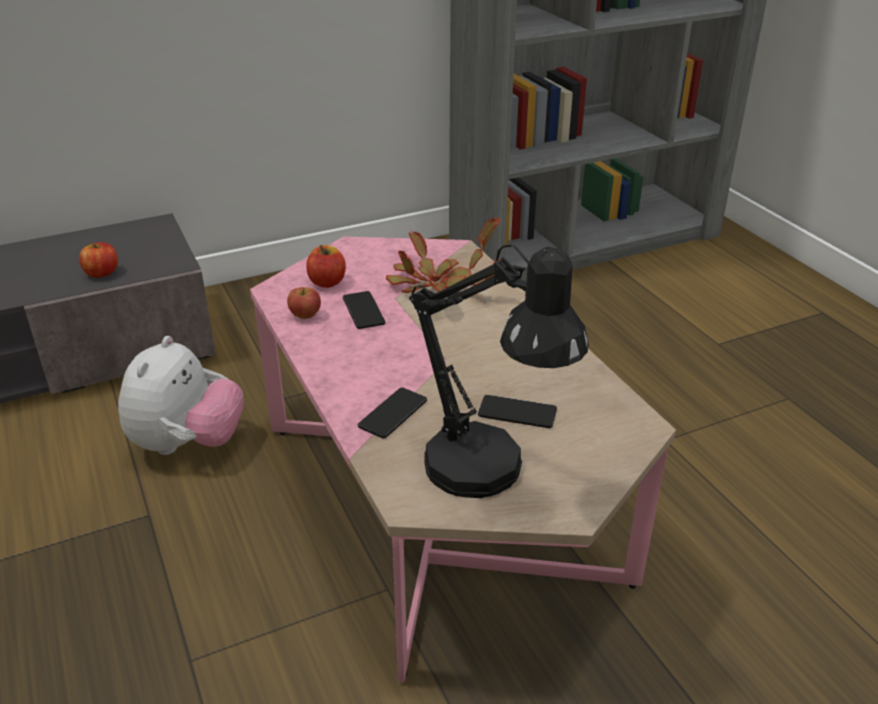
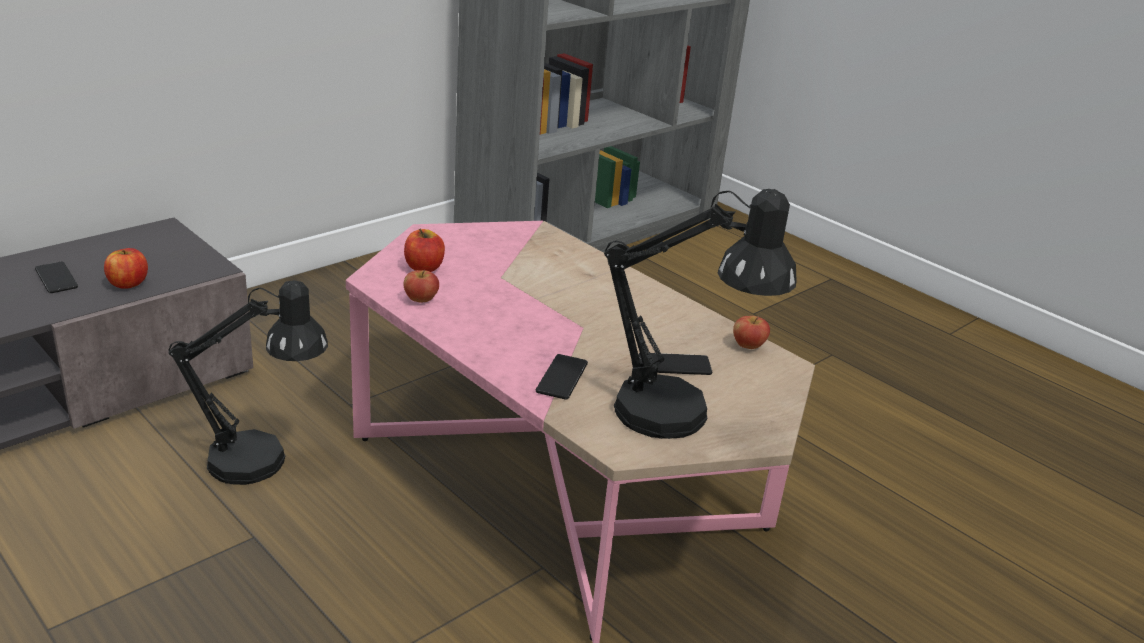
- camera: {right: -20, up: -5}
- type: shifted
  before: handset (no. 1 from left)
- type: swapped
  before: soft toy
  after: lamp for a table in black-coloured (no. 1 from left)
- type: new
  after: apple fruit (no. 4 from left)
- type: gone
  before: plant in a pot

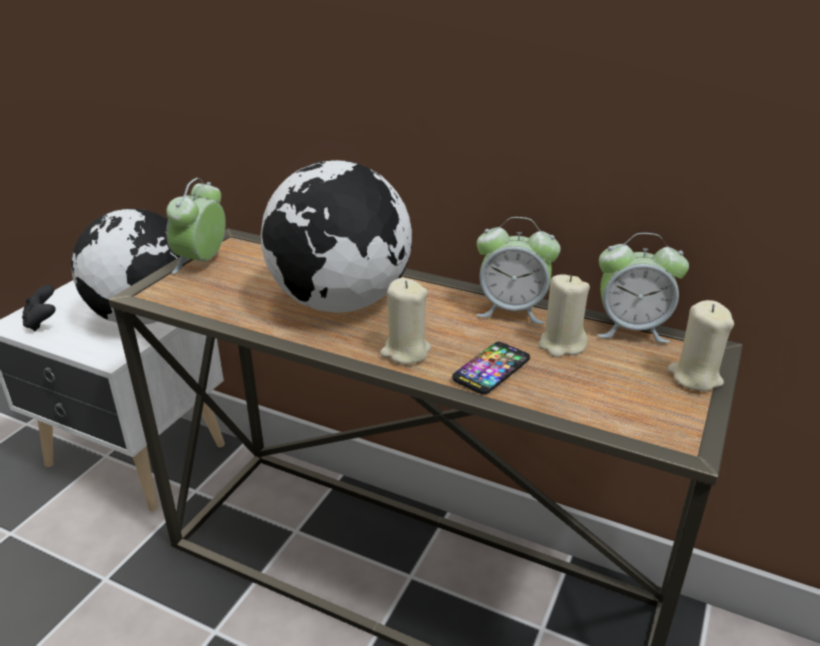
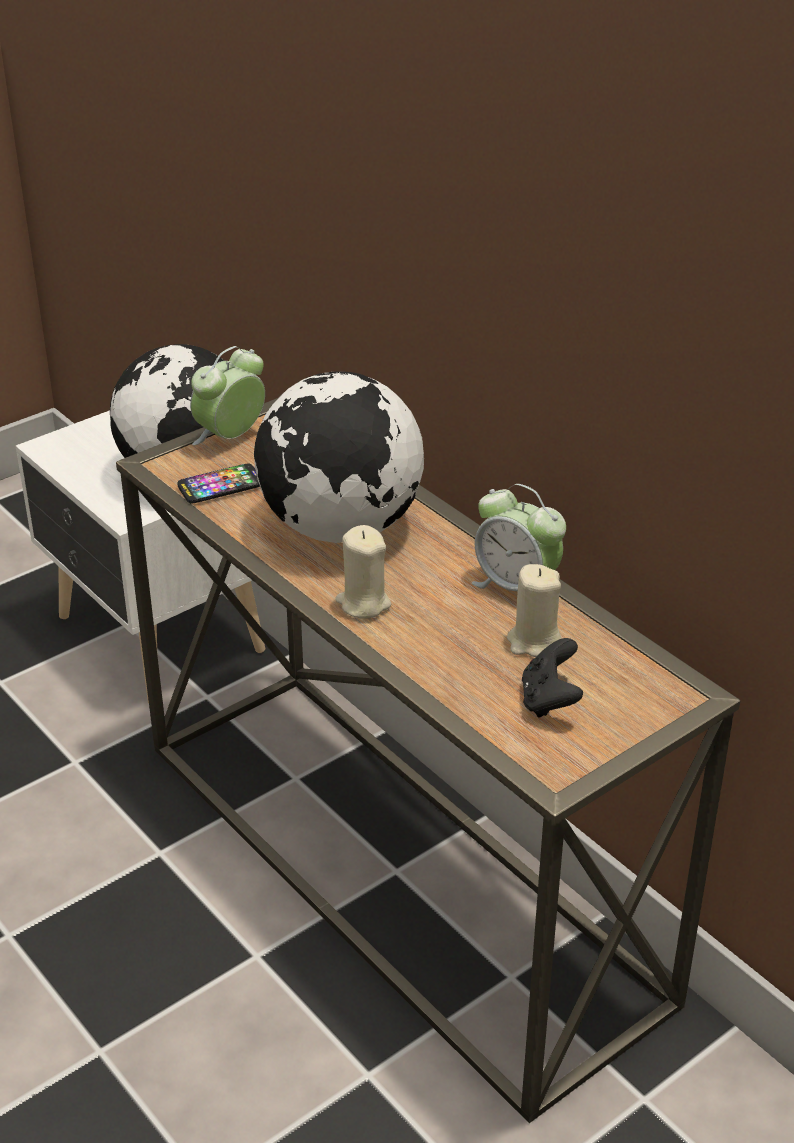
- camera: {right: 25, up: 5}
- type: shifted
  before: handset
- type: shifted
  before: game controller in black-coloured
- type: gone
  before: table clock (no. 3 from left)
- type: gone
  before: candle in beige (no. 3 from left)

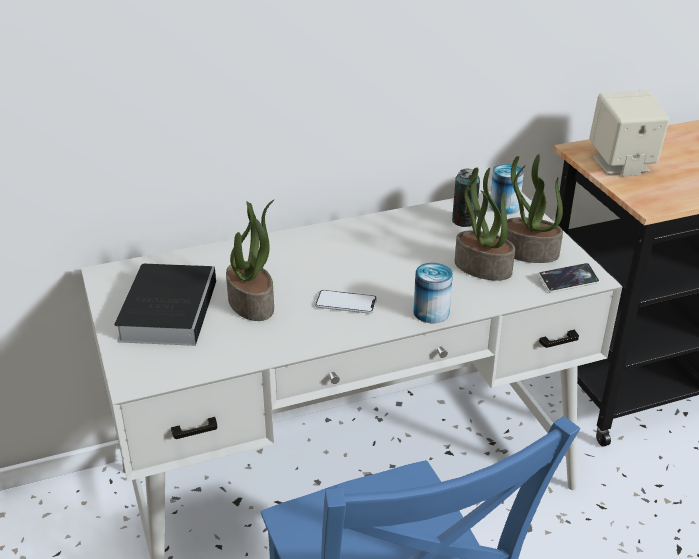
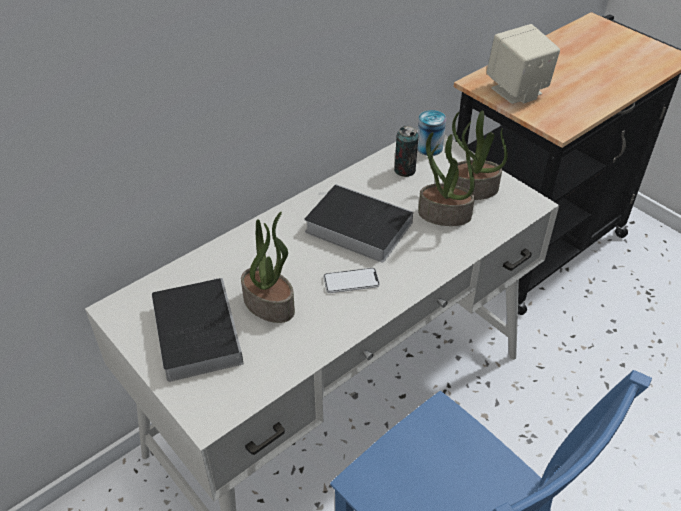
- camera: {right: -20, up: 10}
- type: new
  after: bound book (no. 2 from left)
- type: gone
  before: can (no. 1 from left)
- type: gone
  before: handset (no. 2 from left)

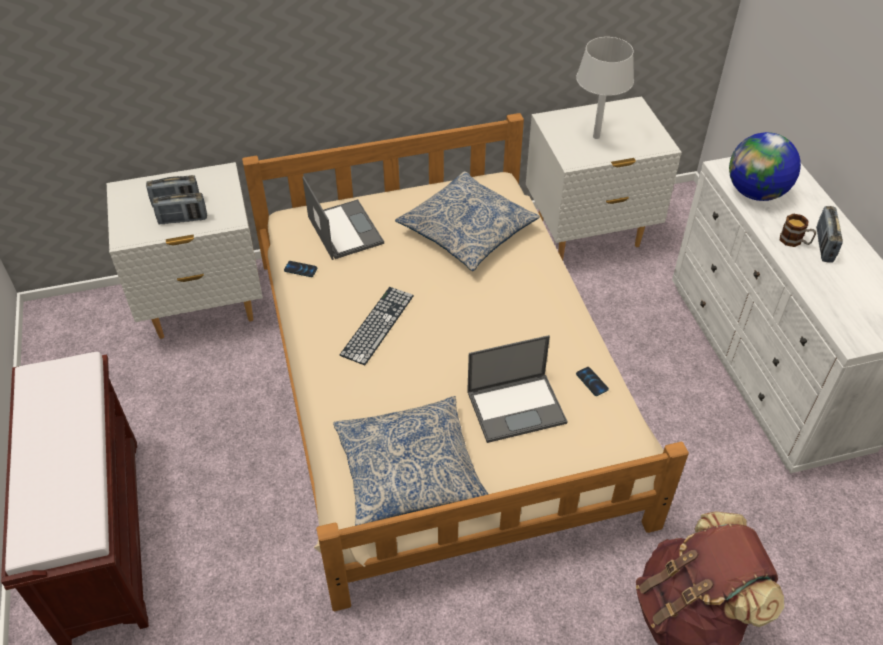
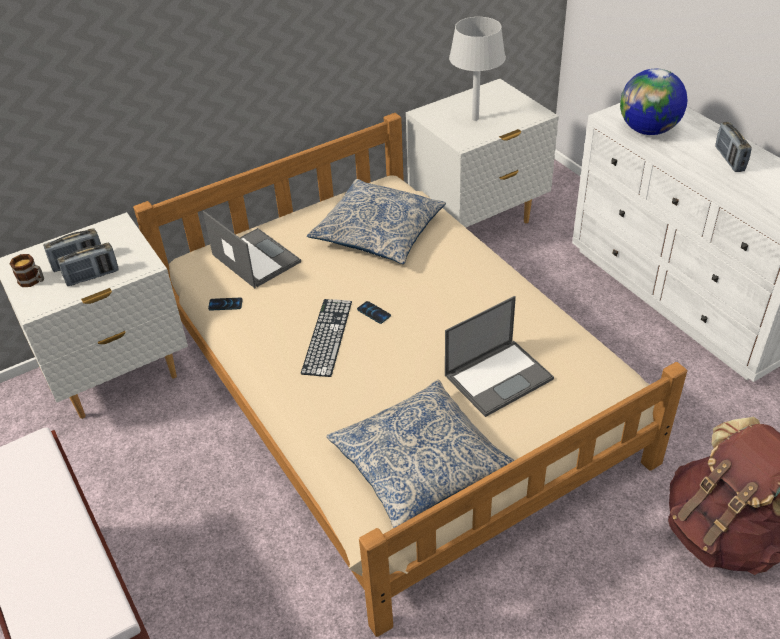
- camera: {right: -15, up: -5}
- type: shifted
  before: coffee mug
- type: shifted
  before: handset (no. 2 from left)

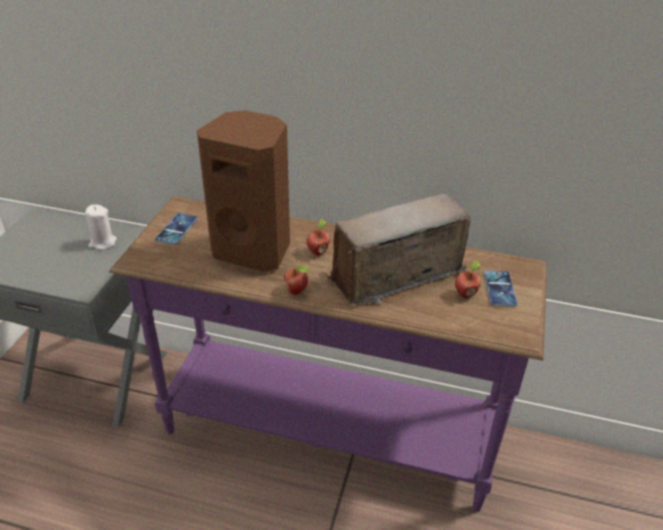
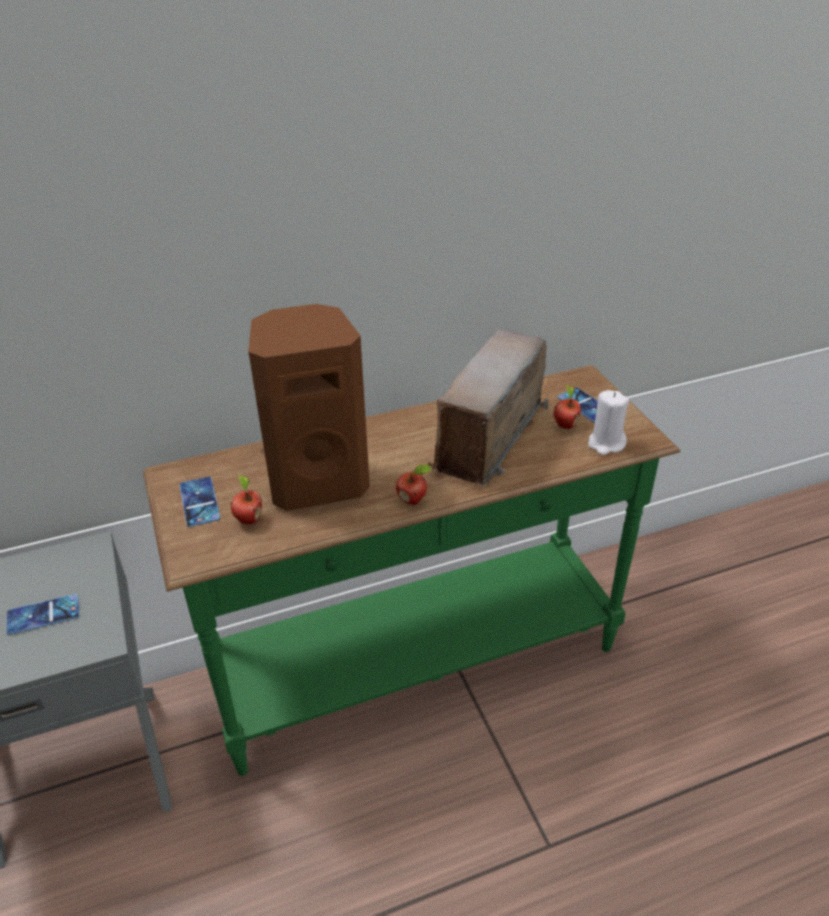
- camera: {right: -35, up: 0}
- type: new
  after: handset (no. 1 from left)
- type: repainted
  before: narrow table in purplish
  after: narrow table in green
- type: shifted
  before: apple fruit (no. 2 from left in the first image)
  after: apple fruit (no. 1 from left)
- type: shifted
  before: candle in white

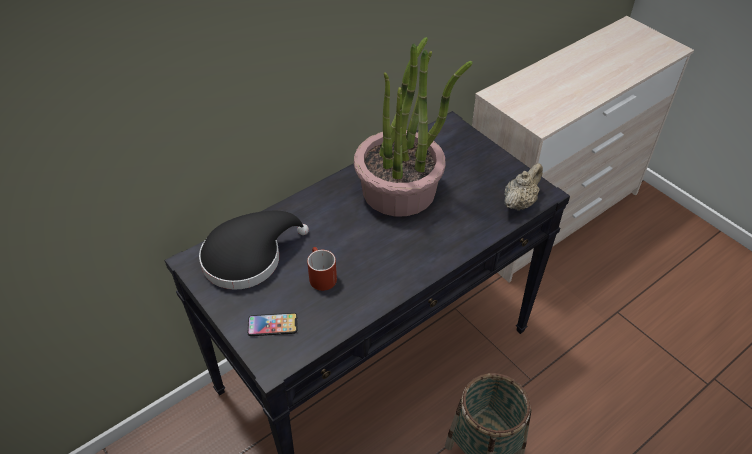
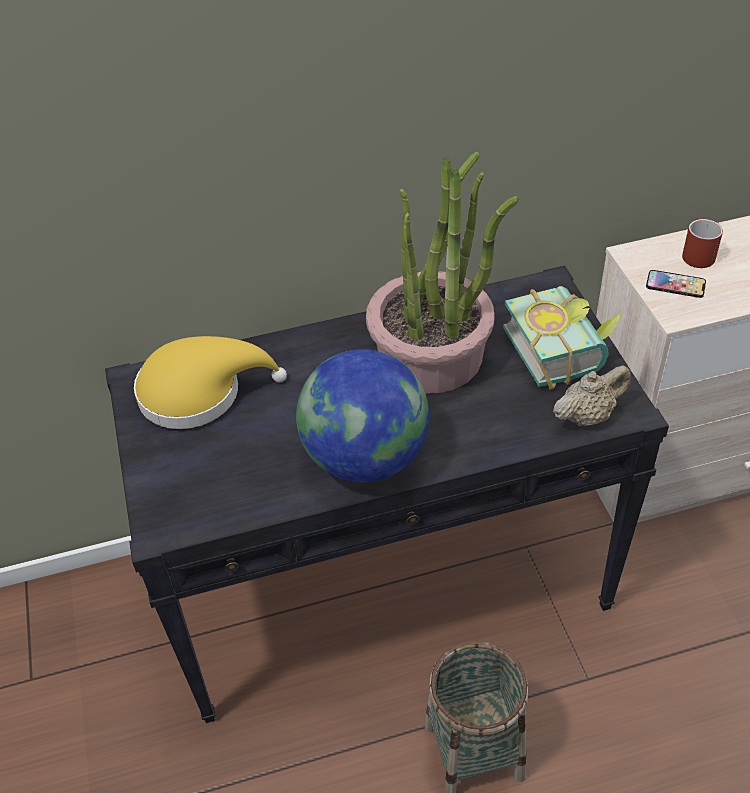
- camera: {right: 25, up: 0}
- type: repainted
  before: clothing hat in black-coloured
  after: clothing hat in yellow-coloured
- type: new
  after: desk globe
- type: new
  after: bound book
- type: shifted
  before: handset
- type: shifted
  before: coffee mug in red-coloured

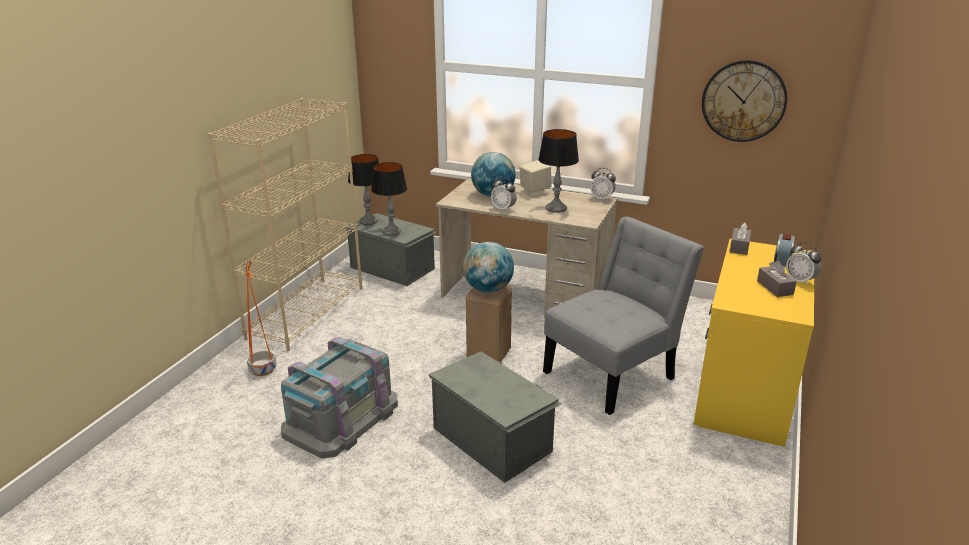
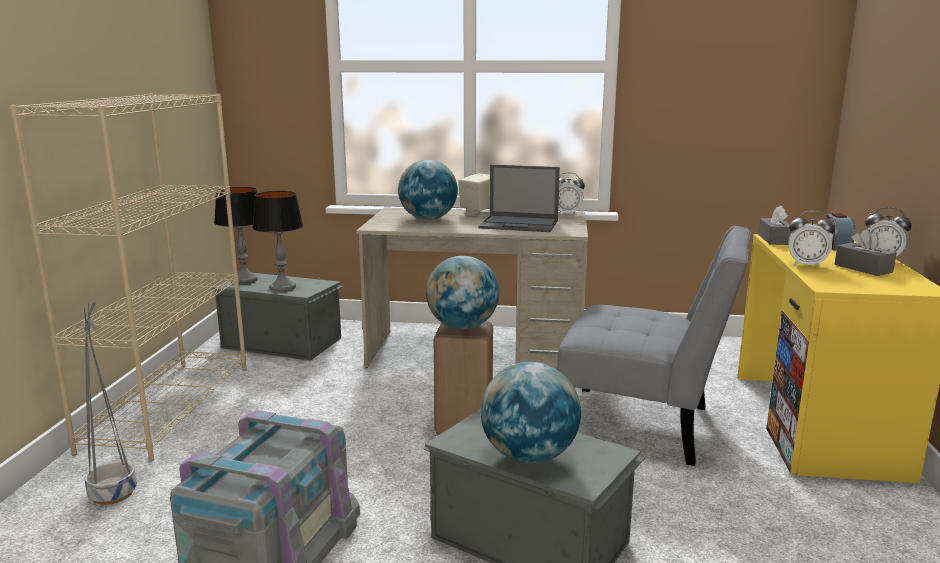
- camera: {right: -15, up: -10}
- type: repainted
  before: flower pot in orangey
  after: flower pot in gray
- type: swapped
  before: lamp for a table (no. 3 from left)
  after: notebook computer
- type: new
  after: desk globe (no. 3 from left)
- type: rotated
  before: upright chair in gray
  turn: 75
- type: shifted
  before: table clock (no. 1 from left in the first image)
  after: table clock (no. 2 from left)
- type: gone
  before: wall clock

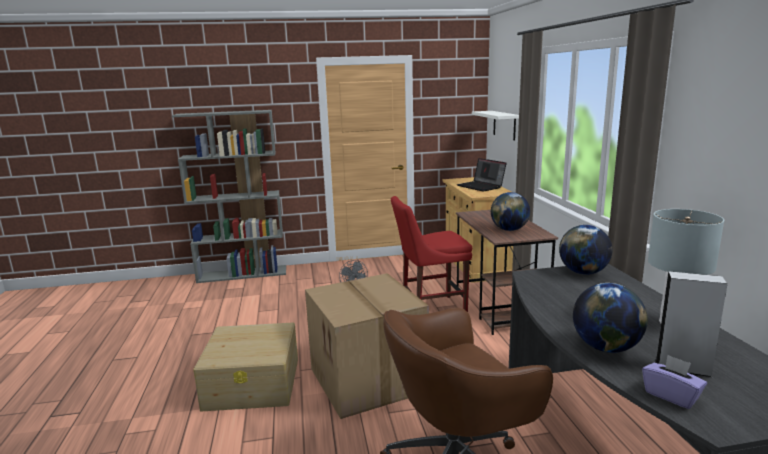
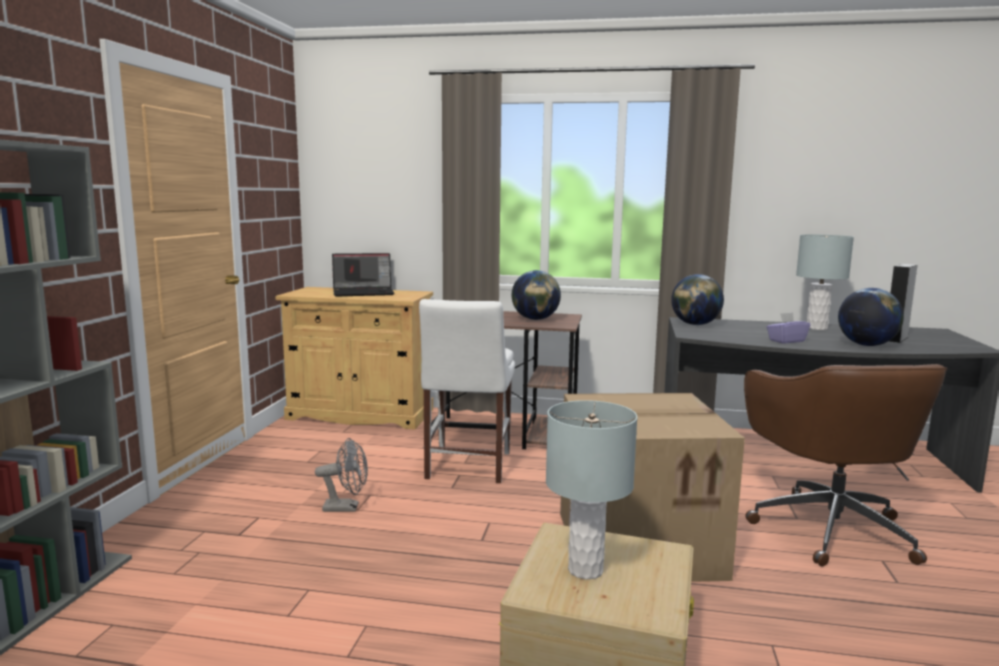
- camera: {right: -70, up: -5}
- type: repainted
  before: upright chair in red-coloured
  after: upright chair in white
- type: new
  after: lamp for a table in gray (no. 1 from left)
- type: shifted
  before: box of tissues in purplish
- type: gone
  before: wall shelf in white

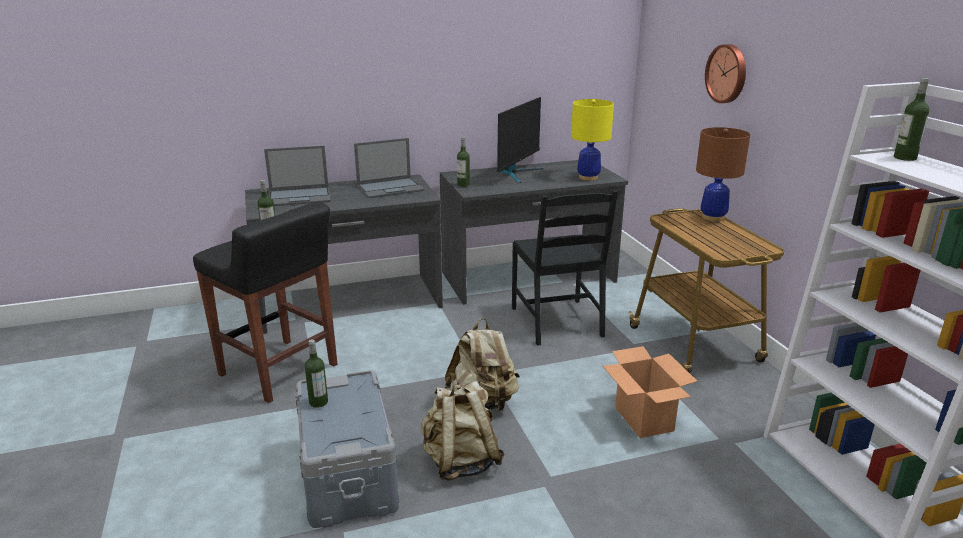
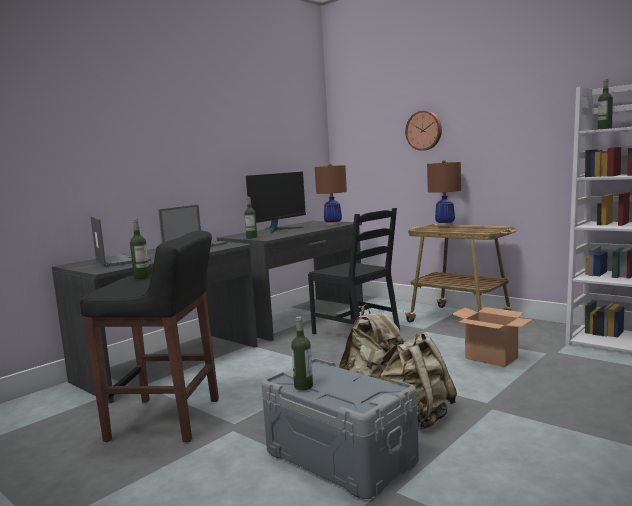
- camera: {right: -30, up: -15}
- type: rotated
  before: notebook computer (no. 1 from left)
  turn: -75
- type: rotated
  before: computer display
  turn: 45
- type: repainted
  before: lamp for a table in yellow-coloured
  after: lamp for a table in brown (no. 1 from left)

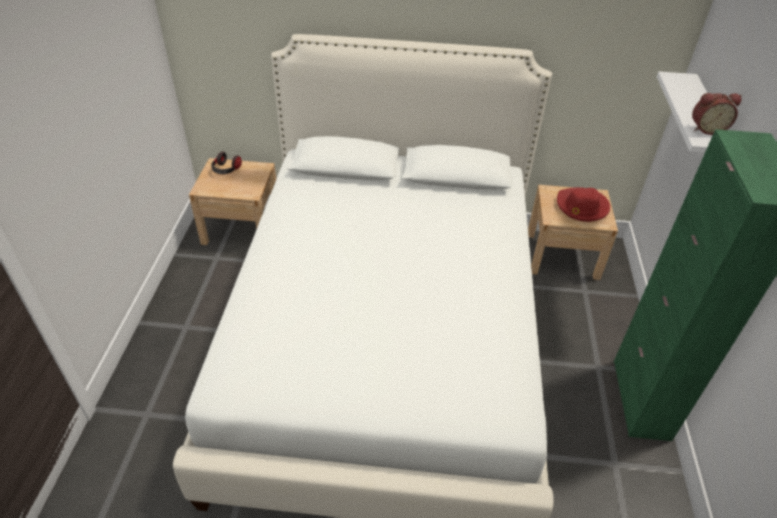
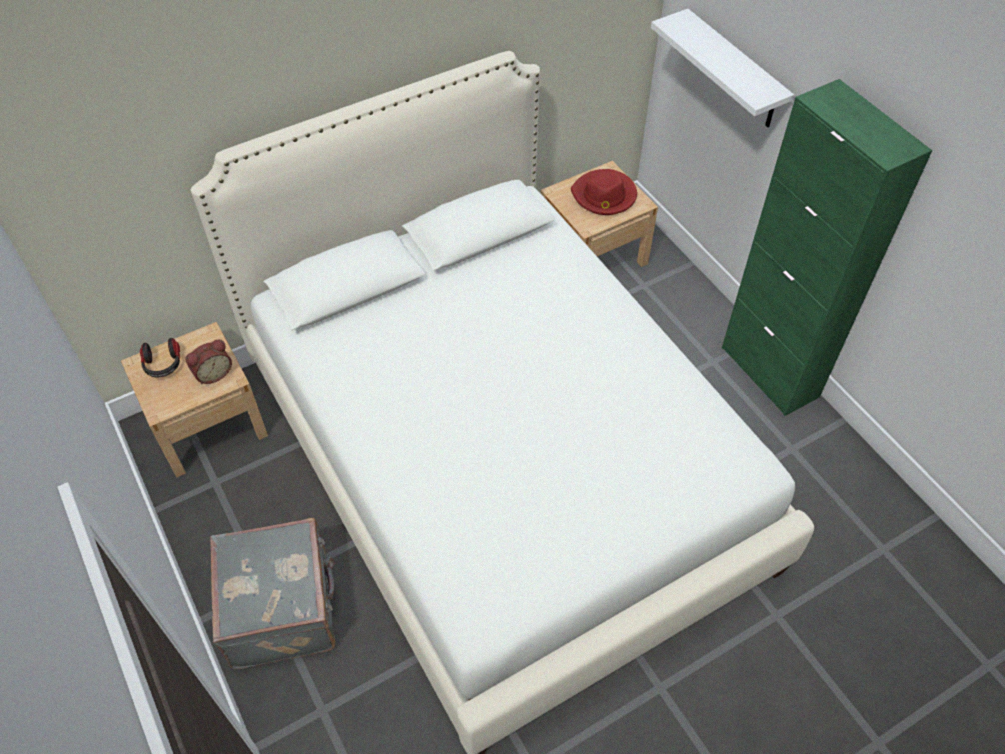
- camera: {right: -35, up: 10}
- type: shifted
  before: table clock
- type: new
  after: suitcase in gray

